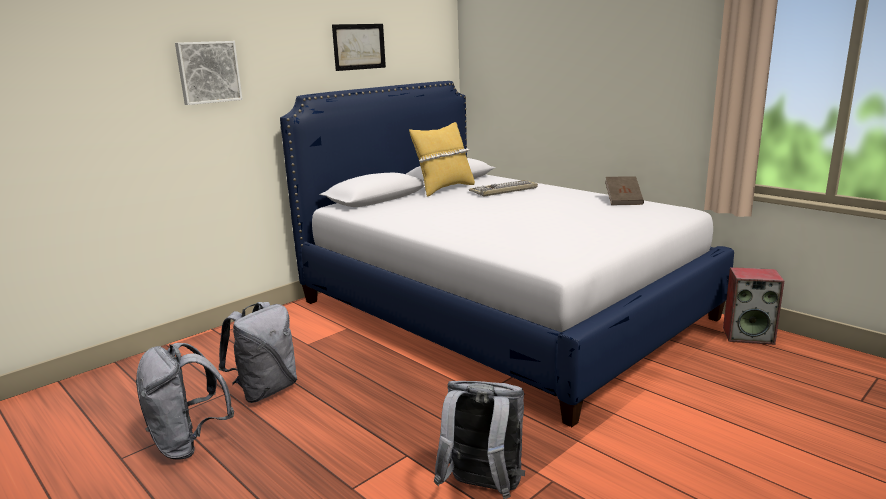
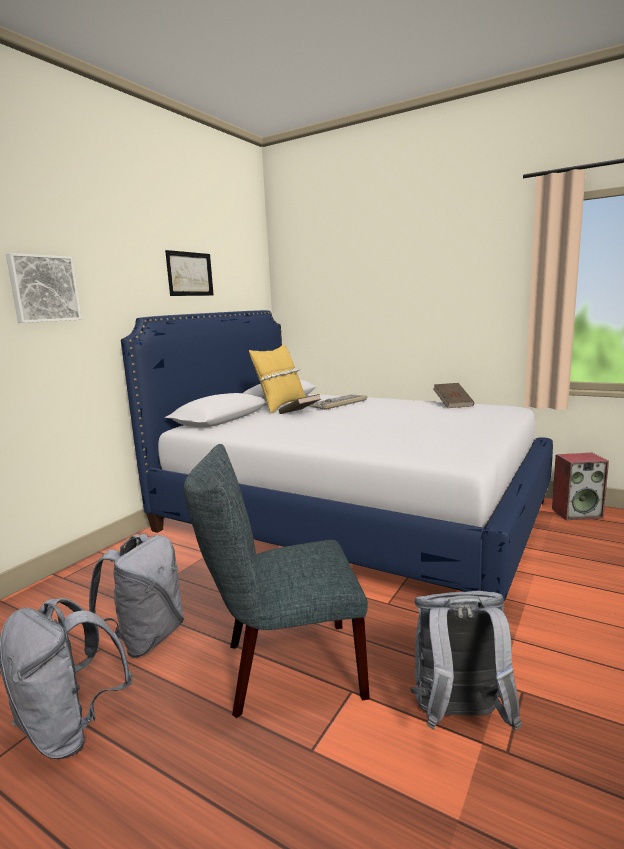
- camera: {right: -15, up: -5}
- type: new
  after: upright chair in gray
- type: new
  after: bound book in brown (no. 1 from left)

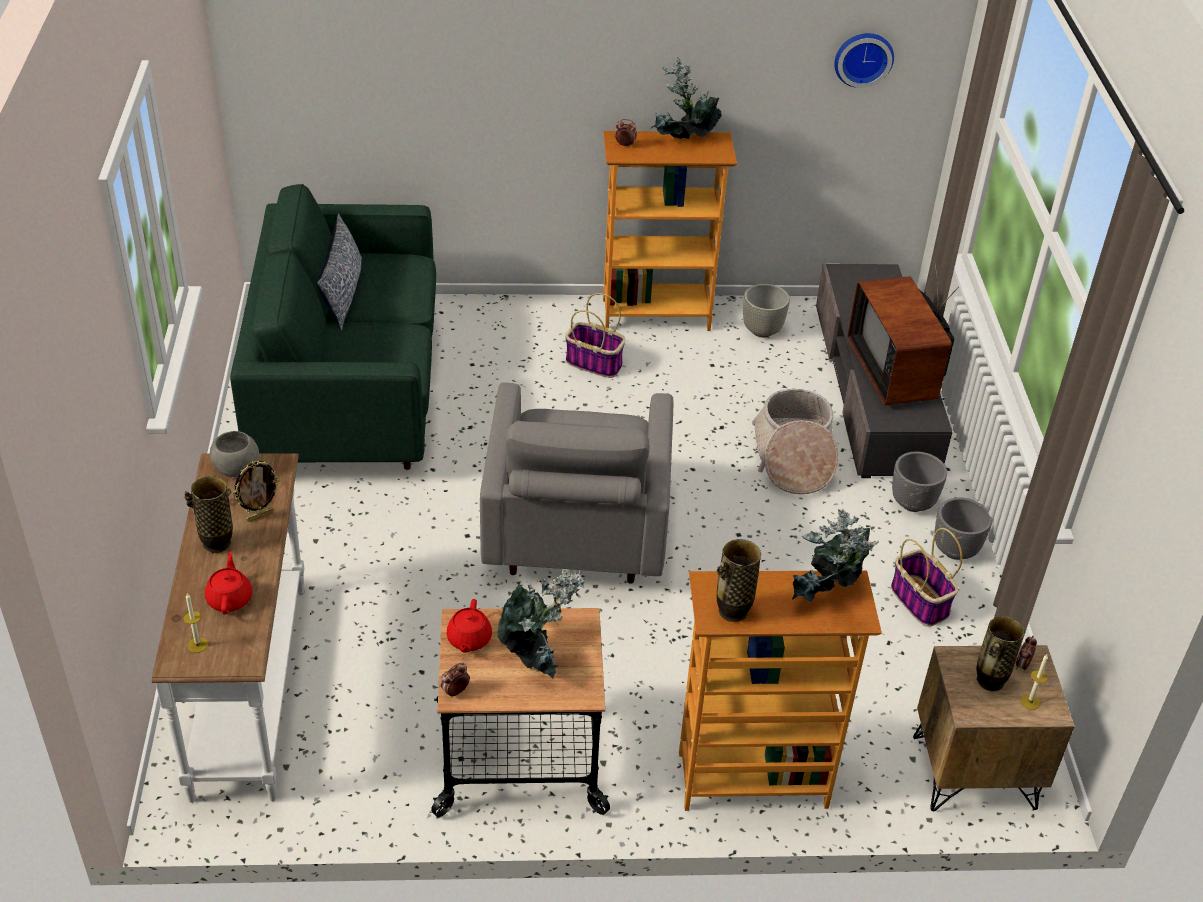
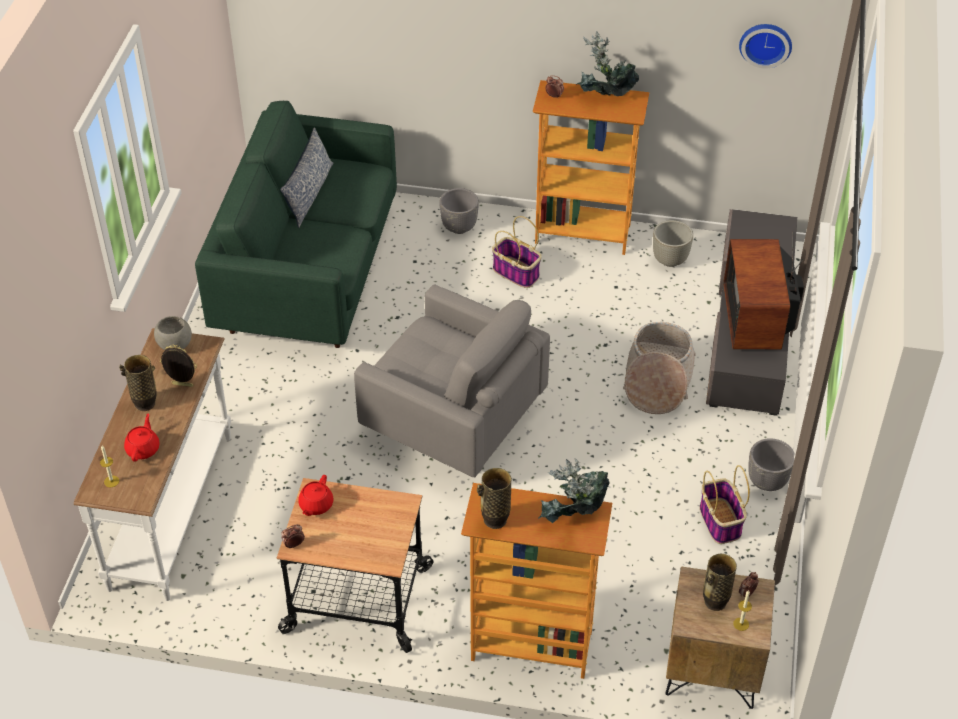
- camera: {right: 15, up: 5}
- type: rotated
  before: photo frame
  turn: -150
- type: rotated
  before: lounge chair in gray
  turn: -75
- type: shifted
  before: flower pot in gray (no. 2 from left in the first image)
  after: flower pot in gray (no. 1 from left)
- type: gone
  before: plant in a pot (no. 1 from left)

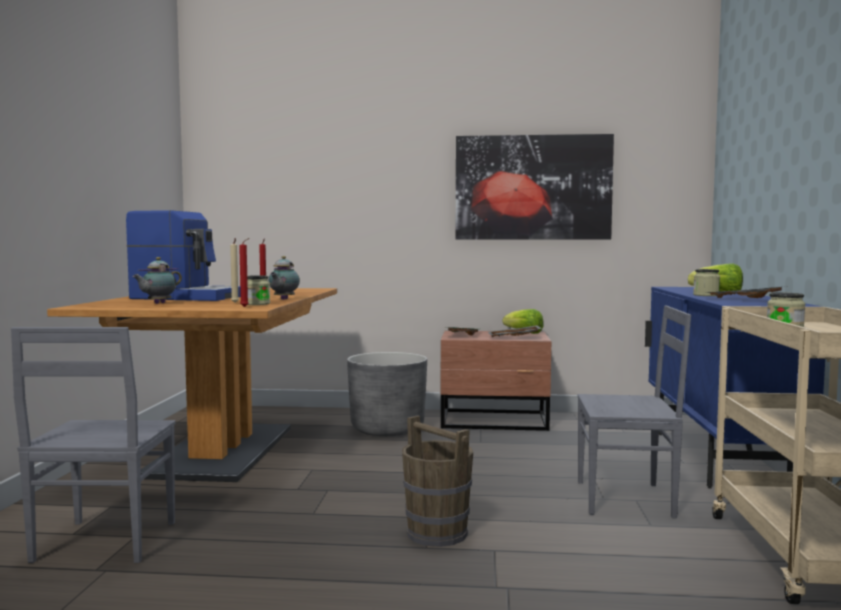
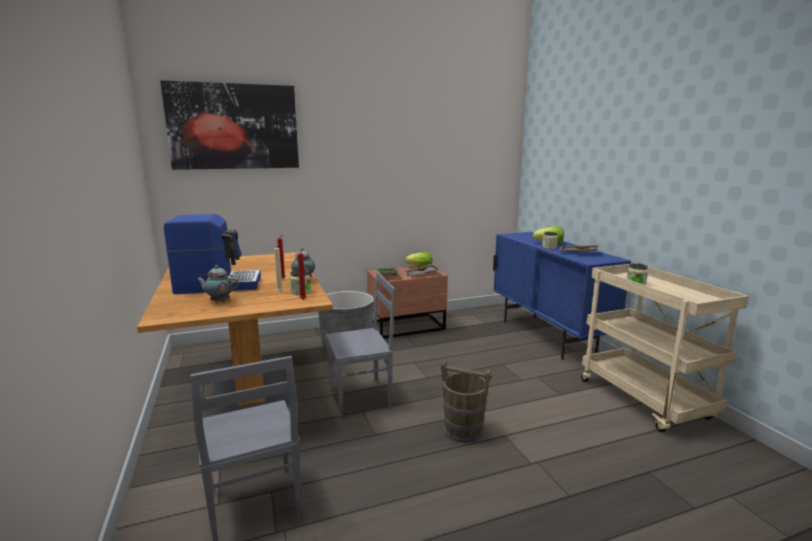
- camera: {right: -25, up: 10}
- type: shifted
  before: wall art
- type: rotated
  before: teapot (no. 1 from left)
  turn: 90
- type: shifted
  before: upright chair in gray (no. 2 from left)

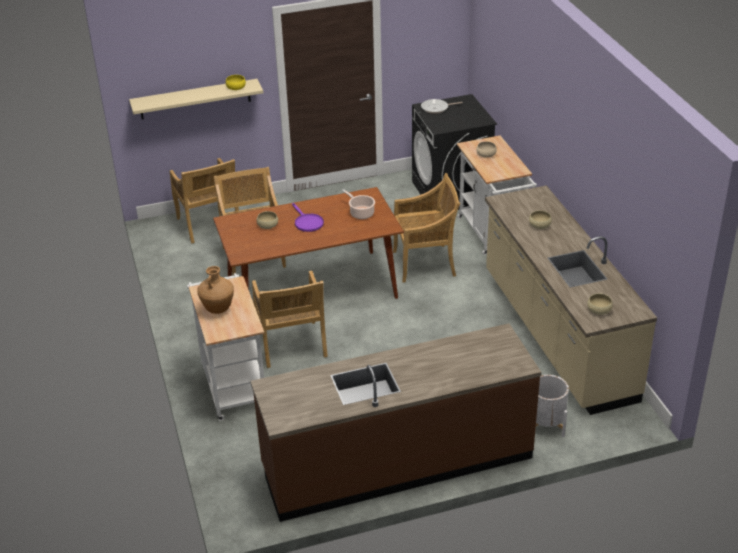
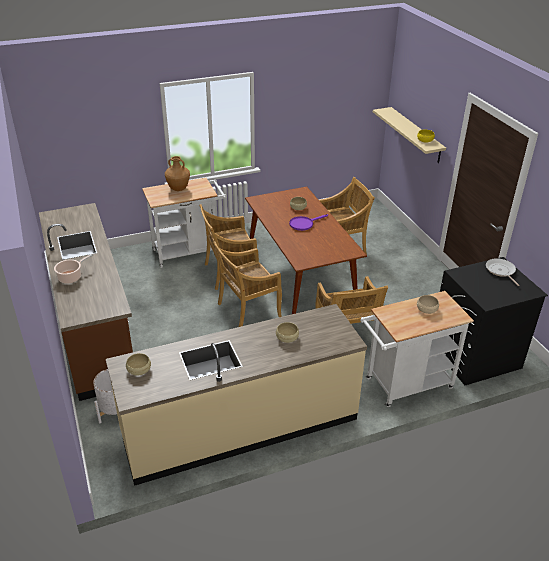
- camera: {right: 85, up: 0}
- type: shifted
  before: stockpot
- type: shifted
  before: upright chair in beige (no. 1 from left in the first image)
  after: upright chair in beige (no. 2 from left)

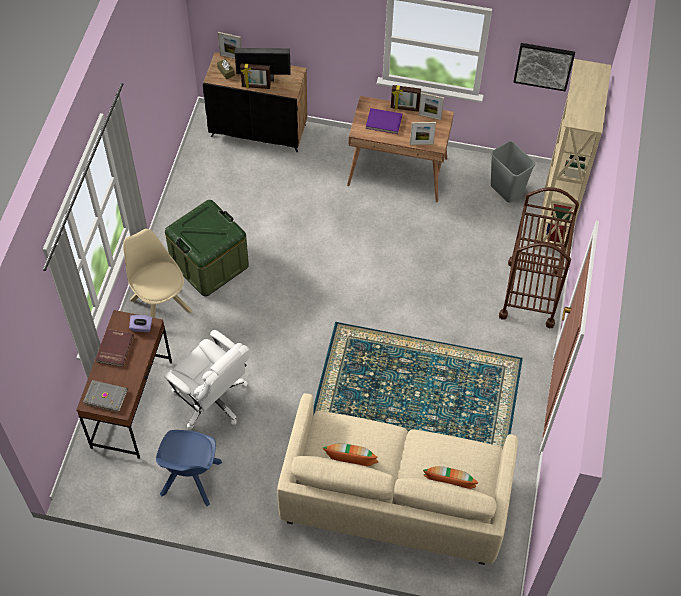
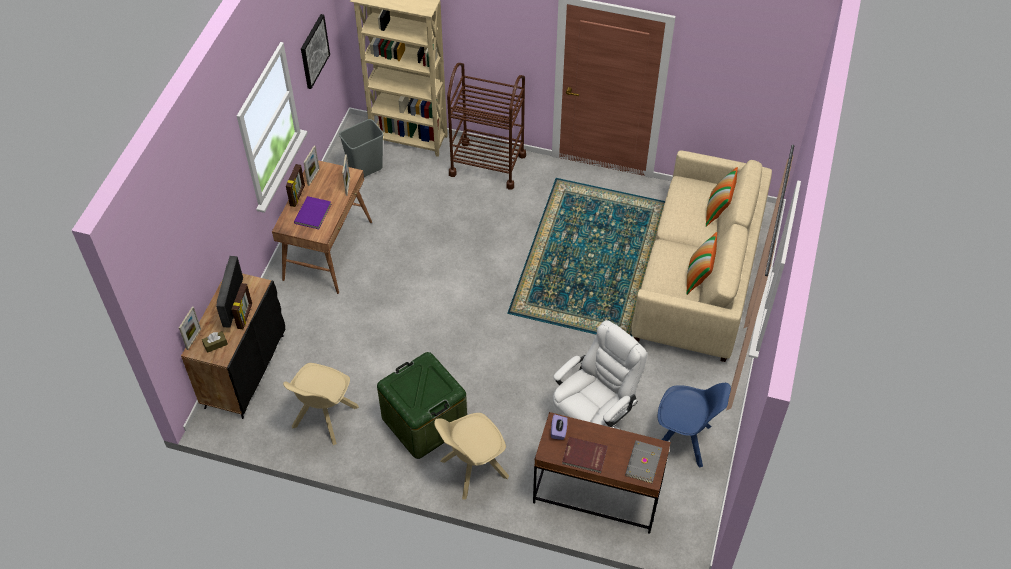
- camera: {right: -85, up: -5}
- type: new
  after: upright chair in beige (no. 1 from left)

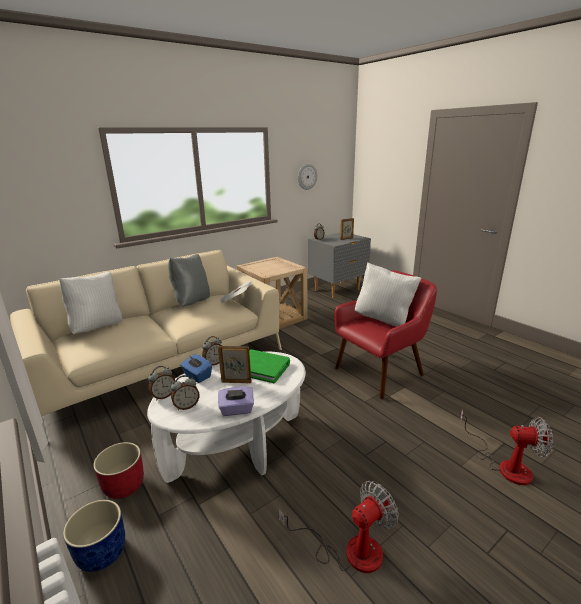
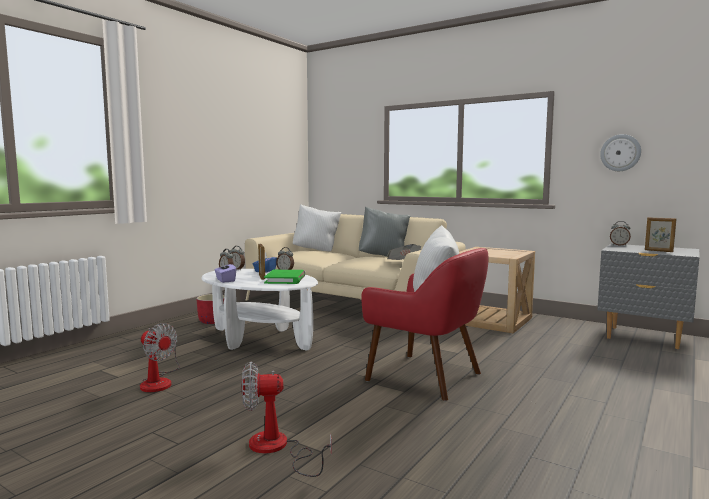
- camera: {right: 70, up: -15}
- type: rotated
  before: electric fan (no. 2 from left)
  turn: 90
- type: gone
  before: flower pot in blue-coloured

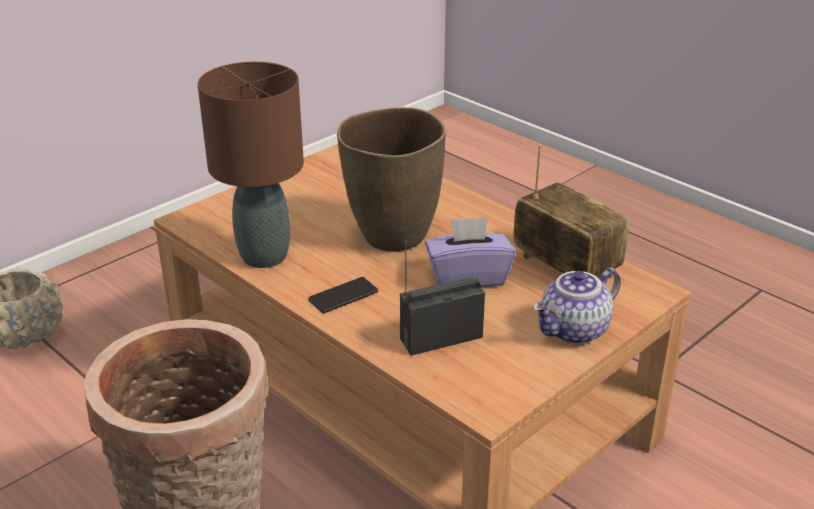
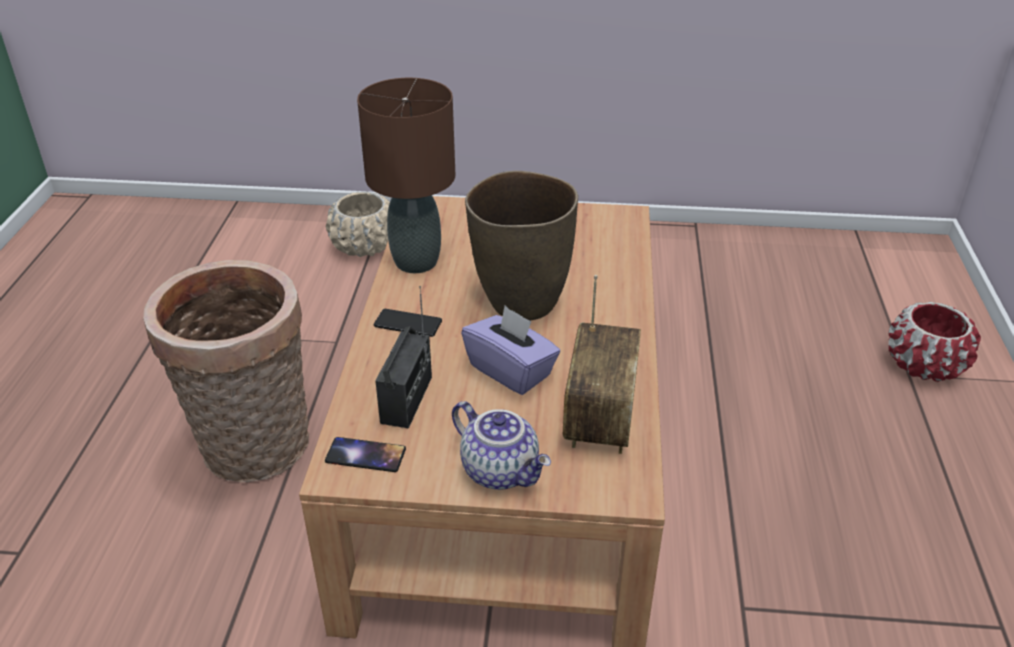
- camera: {right: 50, up: 5}
- type: new
  after: handset (no. 1 from left)
- type: rotated
  before: radio set (no. 1 from left)
  turn: 75
- type: rotated
  before: teapot
  turn: -150
- type: new
  after: flower pot in red-coloured

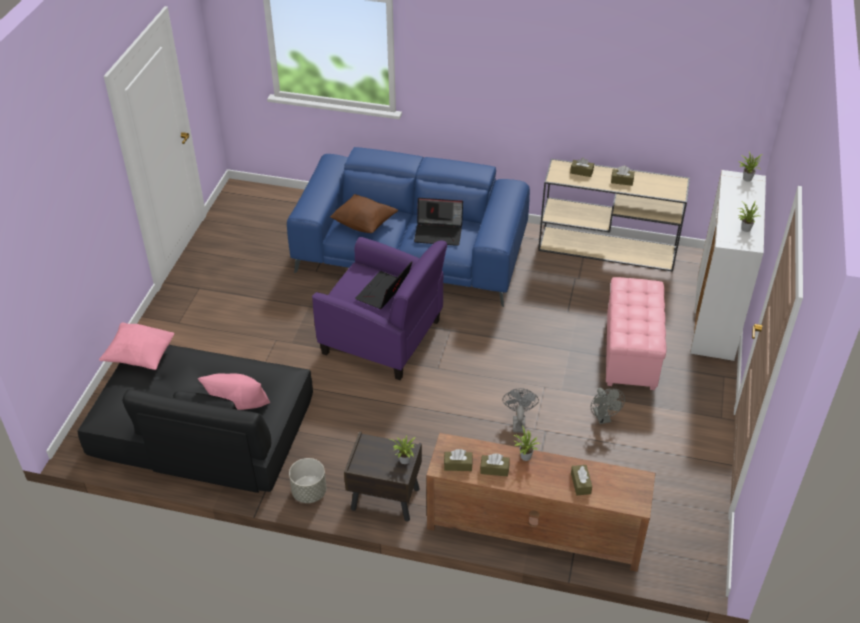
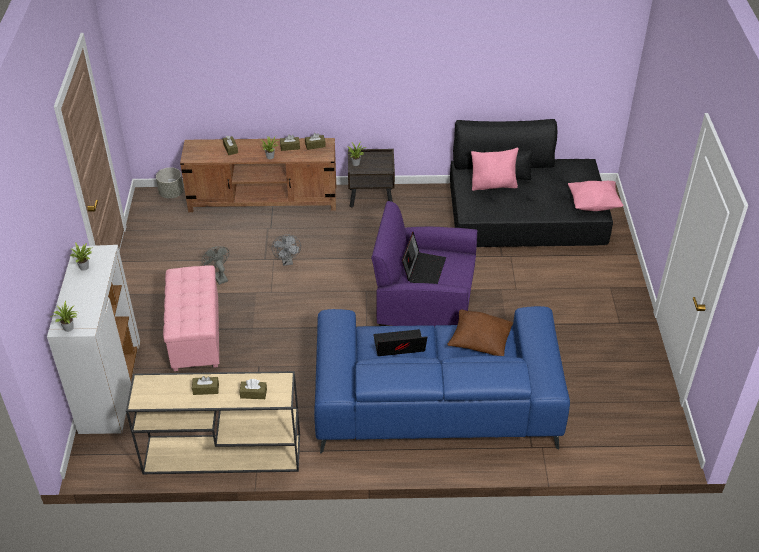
- camera: {right: 165, up: 0}
- type: shifted
  before: flower pot in gray

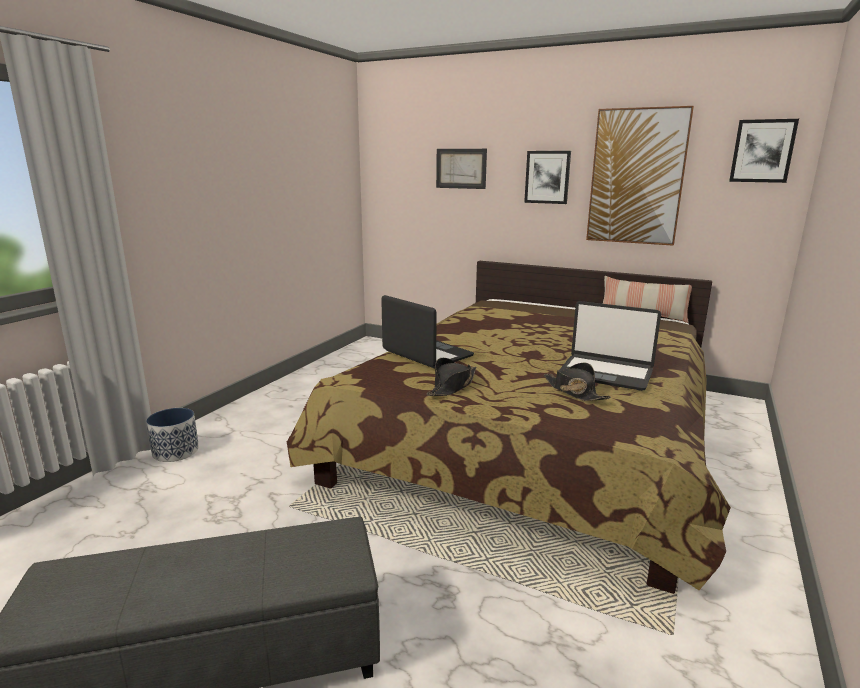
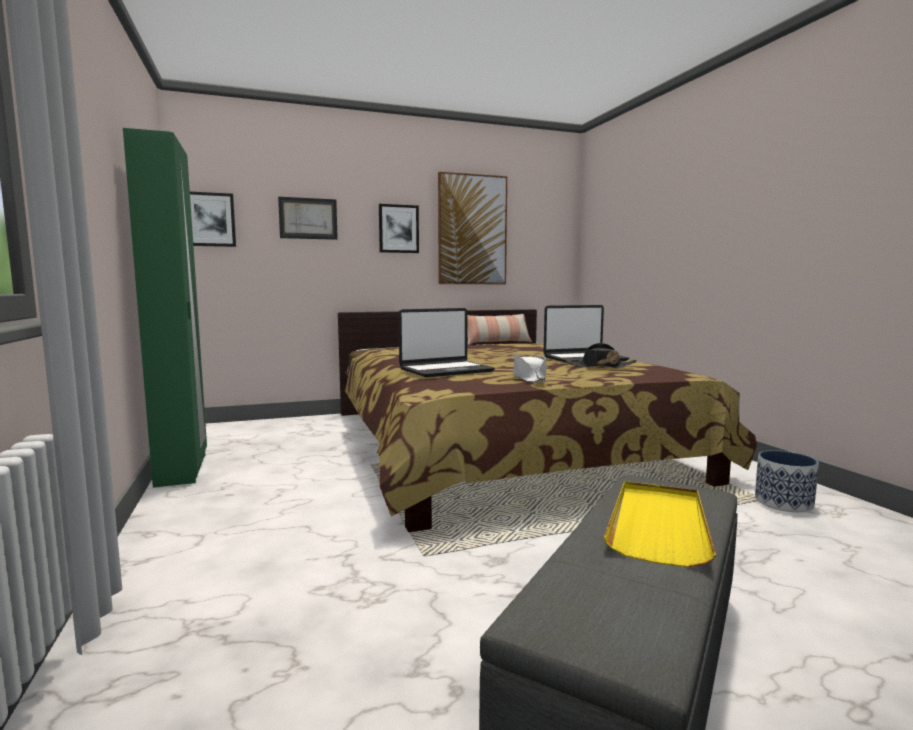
- camera: {right: -45, up: -10}
- type: new
  after: armoire in green
- type: shifted
  before: wall art (no. 4 from left in the first image)
  after: wall art (no. 1 from left)
- type: rotated
  before: notebook computer (no. 1 from left)
  turn: 150
- type: repainted
  before: clothing hat in black-coloured (no. 1 from left)
  after: clothing hat in white
- type: new
  after: carrying tray in yellow-coloured
- type: shifted
  before: flower pot

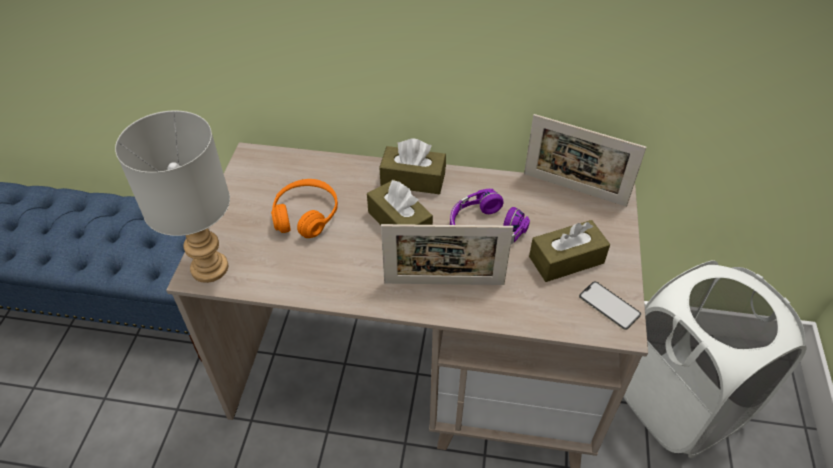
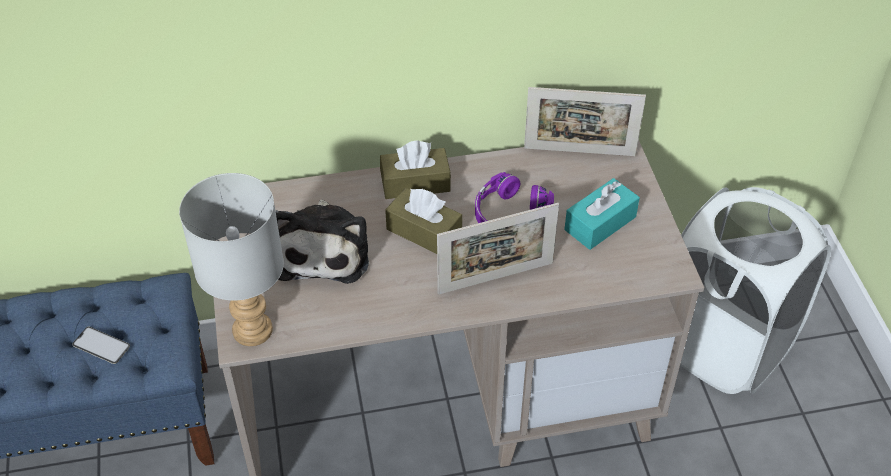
- camera: {right: -20, up: 0}
- type: shifted
  before: handset
- type: swapped
  before: headset in orangey
  after: soft toy
- type: repainted
  before: box of tissues in brown (no. 3 from left)
  after: box of tissues in blue-green

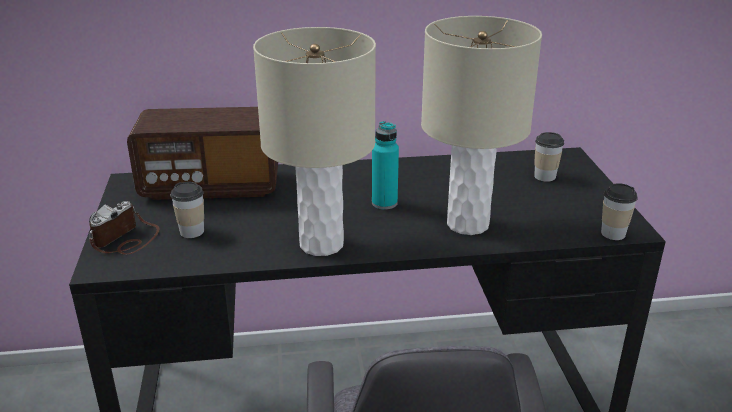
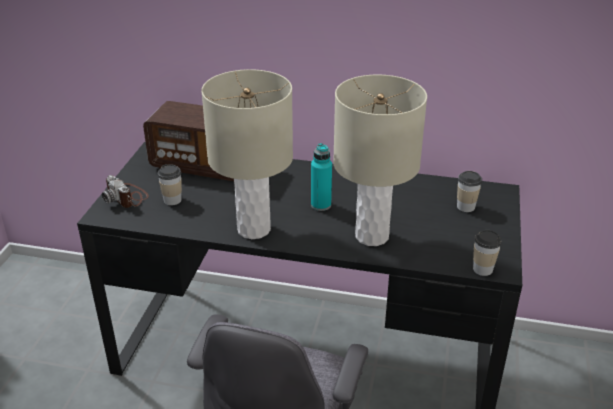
- camera: {right: 20, up: 5}
- type: rotated
  before: photo camera
  turn: -90

